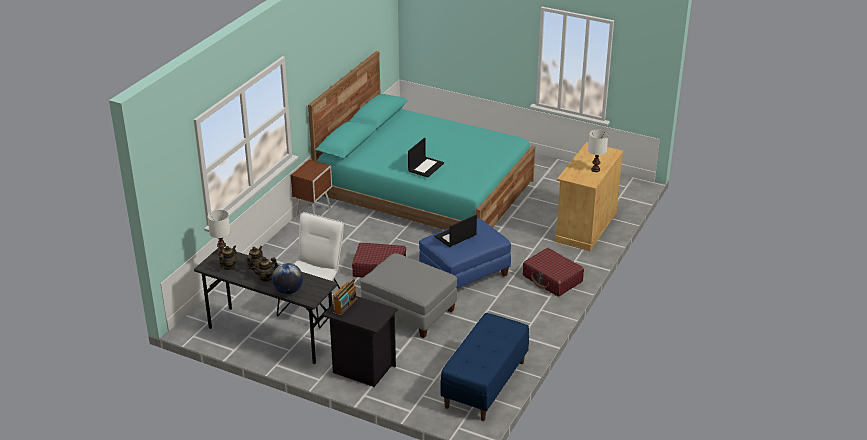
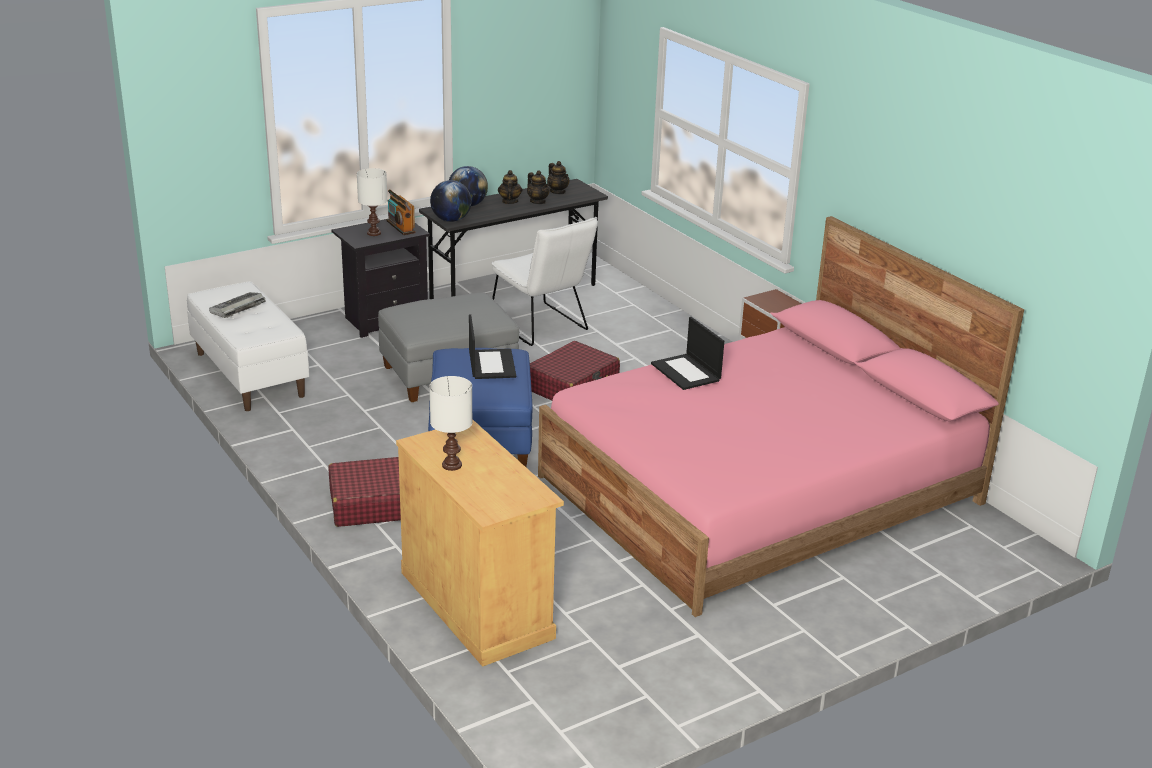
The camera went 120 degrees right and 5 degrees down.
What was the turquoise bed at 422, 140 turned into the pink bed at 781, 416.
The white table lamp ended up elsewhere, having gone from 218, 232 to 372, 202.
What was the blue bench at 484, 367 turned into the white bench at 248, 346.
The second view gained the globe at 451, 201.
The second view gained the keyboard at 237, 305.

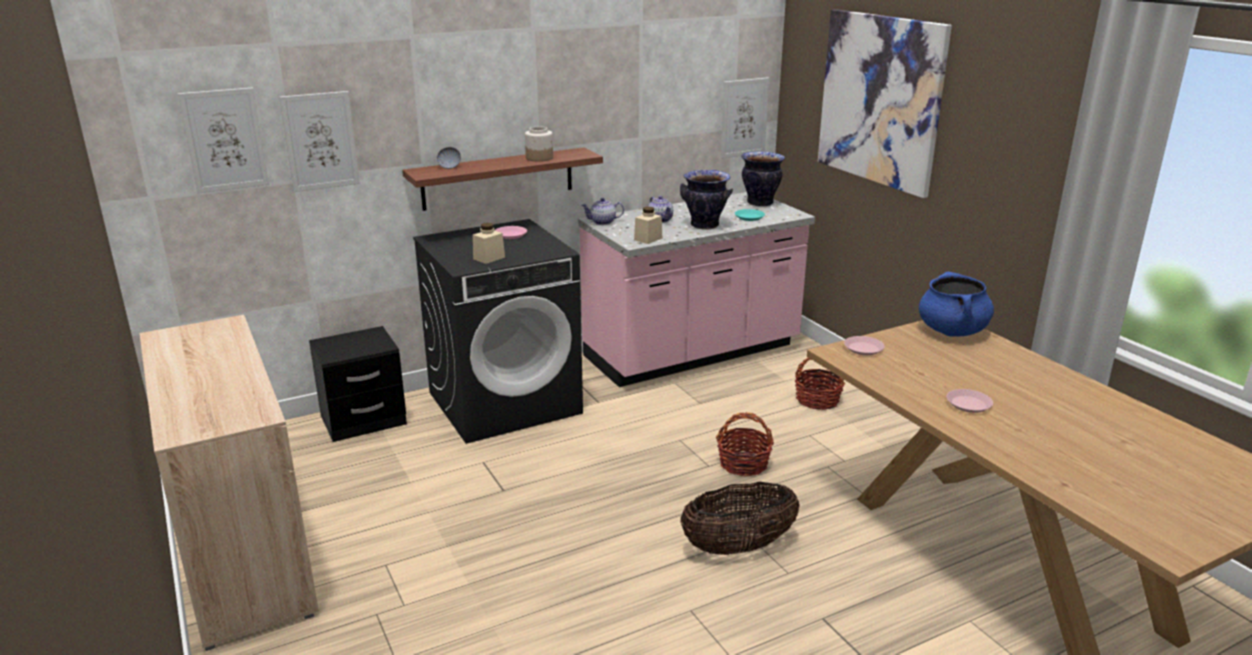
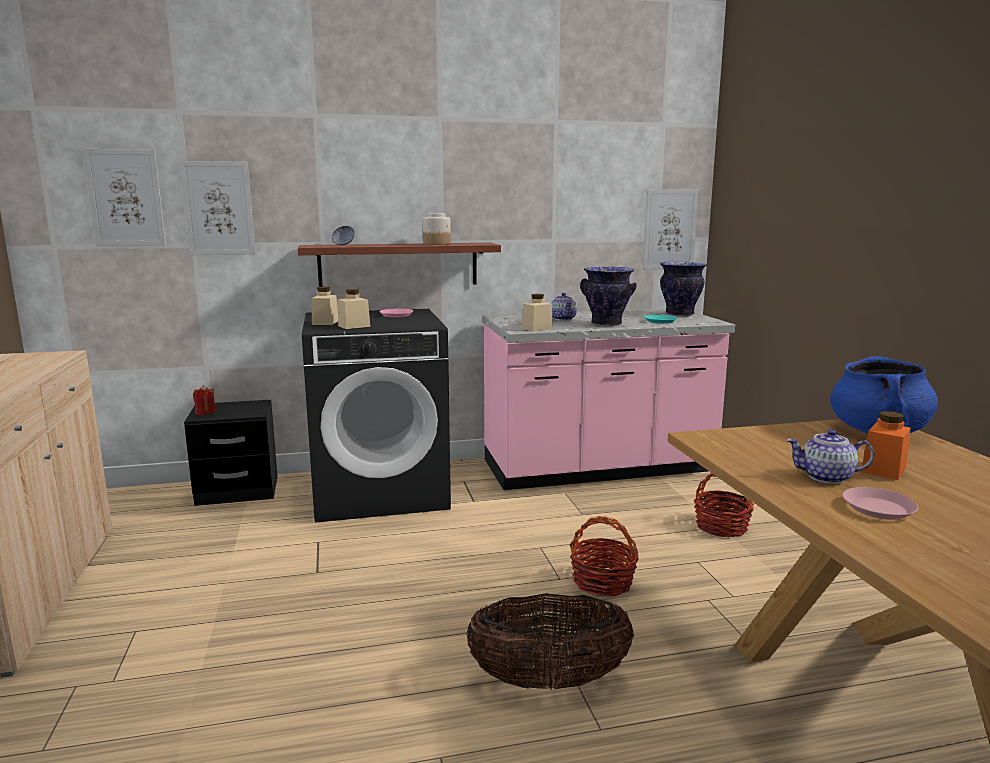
The camera went 15 degrees right and 10 degrees down.
The second view lost the picture at 885, 103.
The teapot ended up elsewhere, having gone from 602, 211 to 830, 456.
The second view lost the pink plate at 864, 345.
The second view gained the beige jar at 324, 306.
The second view gained the red candle at 204, 400.
The second view gained the orange jar at 886, 445.

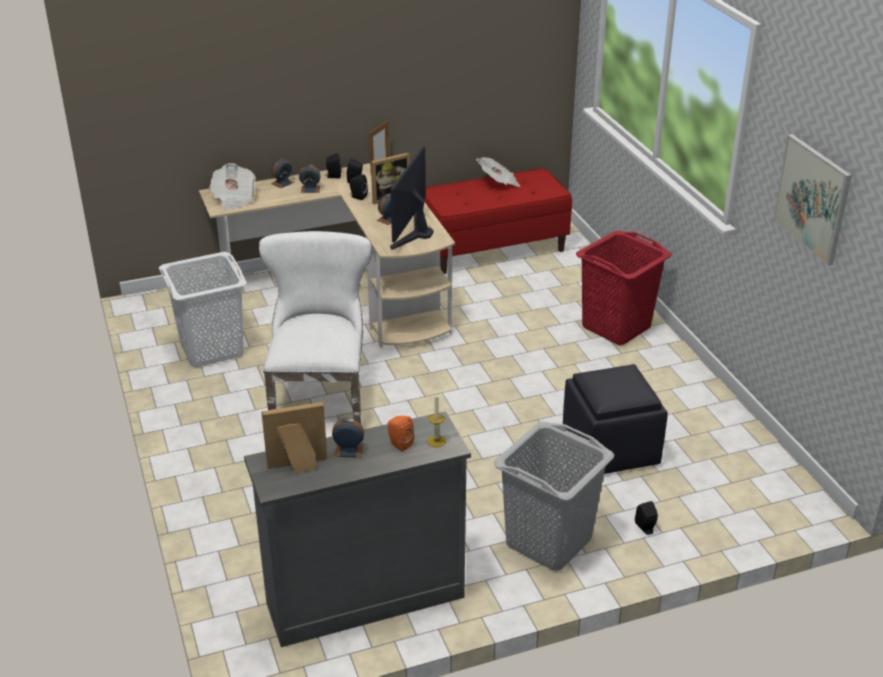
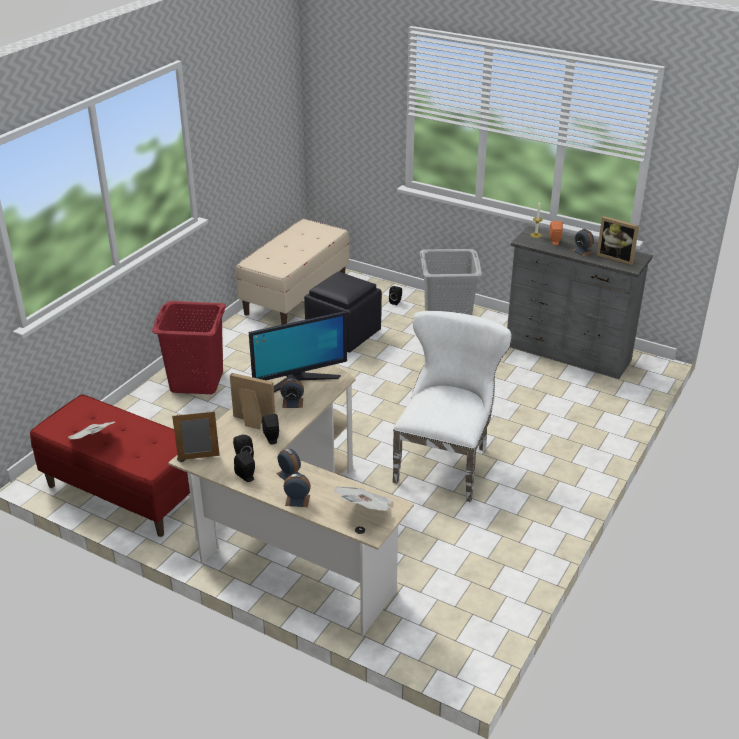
The camera went 130 degrees left and 0 degrees up.
The second view lost the picture at 812, 200.
The white chair at 315, 327 ended up facing another way, 150 degrees clockwise from before.
The second view lost the white laundry basket at 203, 309.
The second view gained the beige bench at 292, 272.

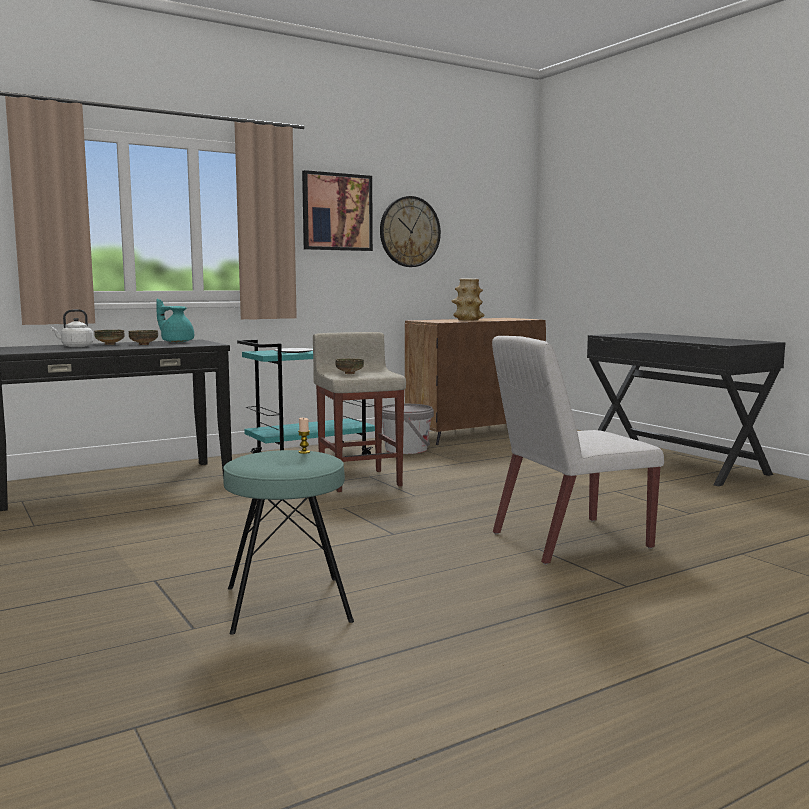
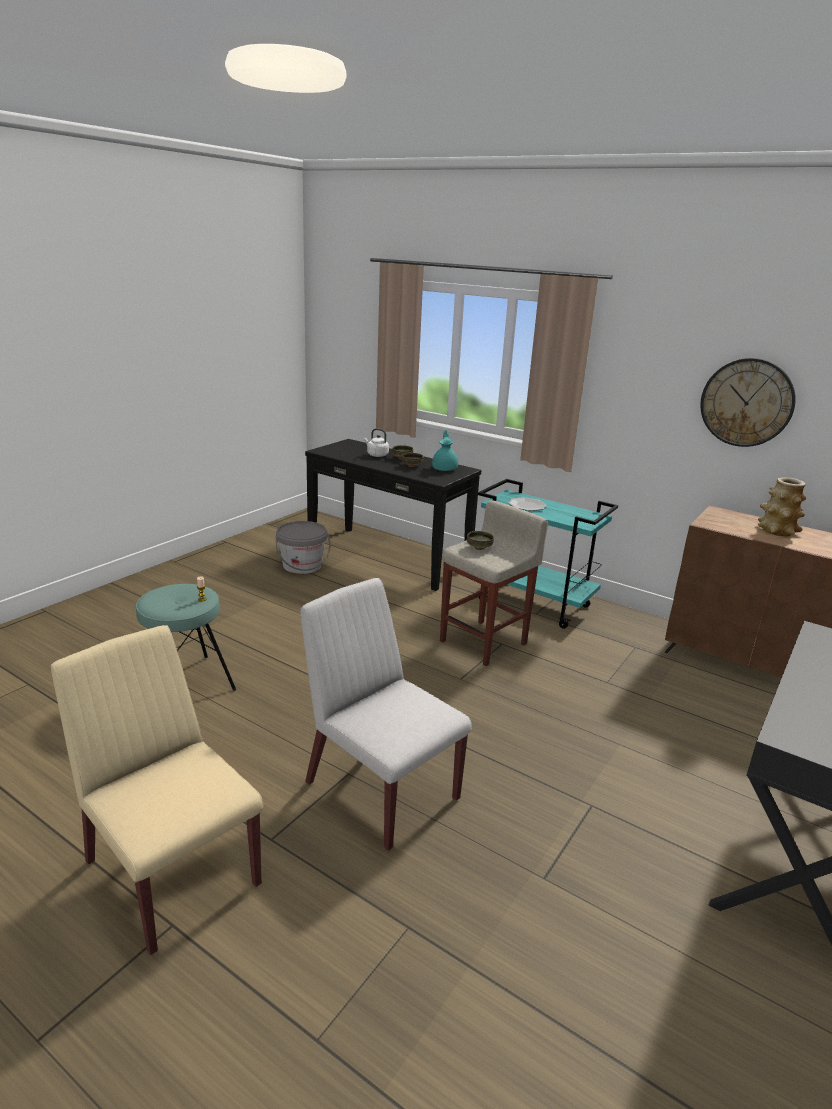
The camera went 65 degrees right and 15 degrees up.
The second view lost the picture at 337, 210.
The grey bucket ended up elsewhere, having gone from 408, 429 to 303, 547.
The second view gained the beige chair at 157, 790.

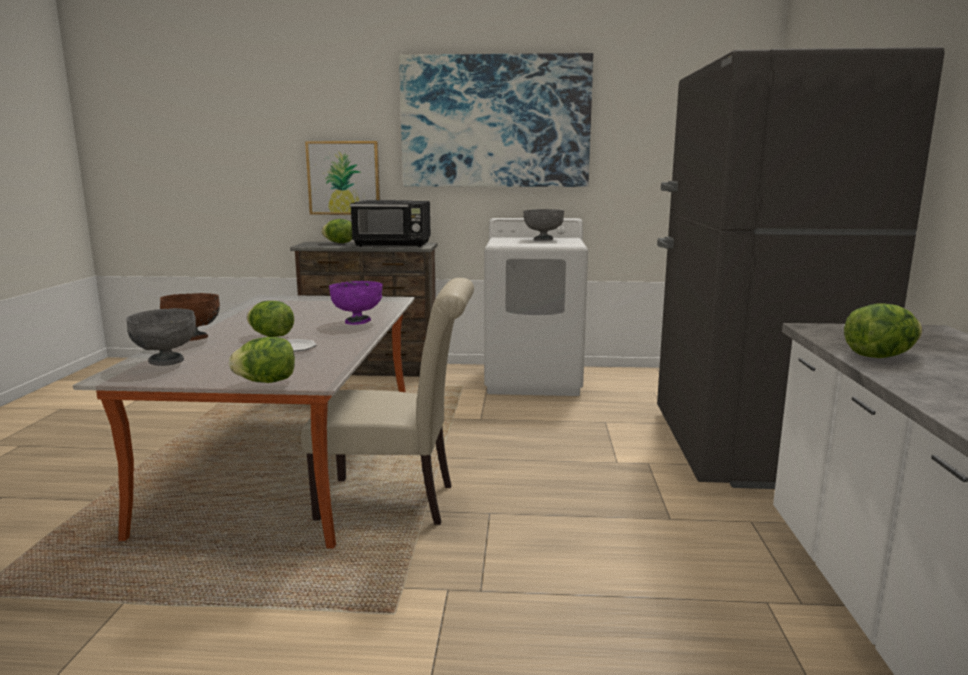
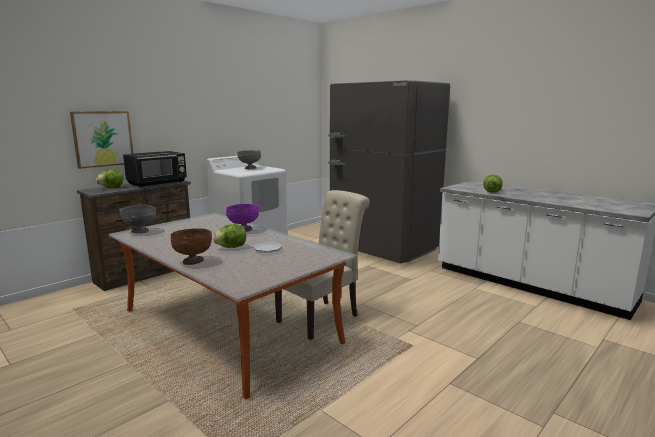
The camera went 50 degrees left and 0 degrees up.
The second view lost the picture at 496, 120.
The grey bowl ended up elsewhere, having gone from 161, 337 to 137, 219.
The second view lost the lettuce at 262, 360.

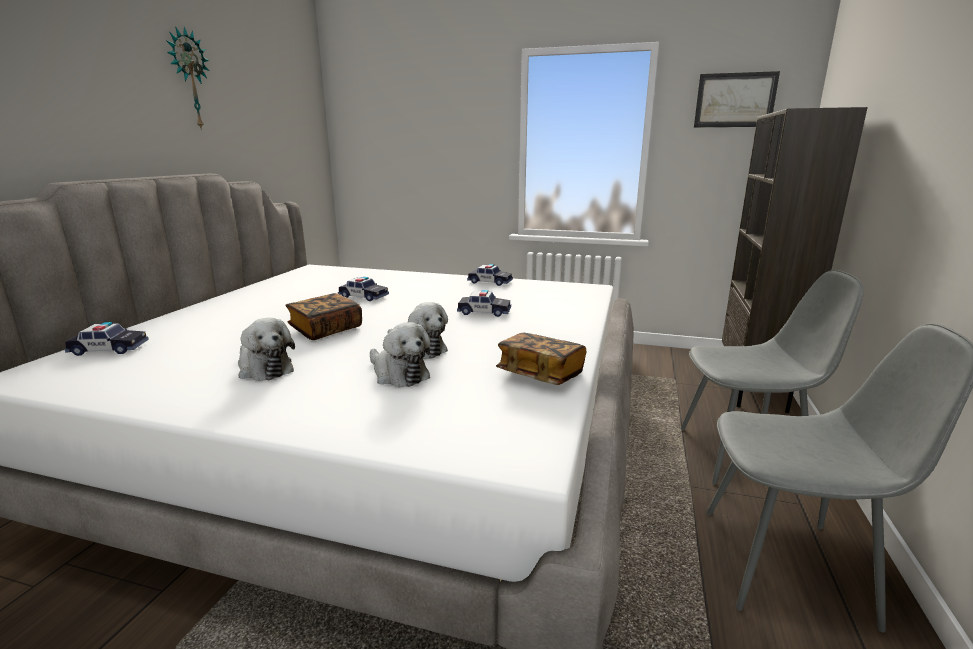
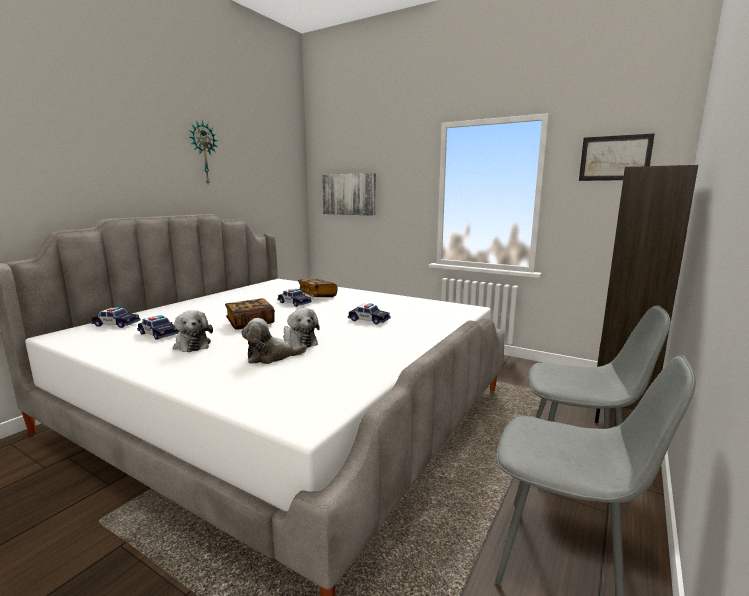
The camera went 15 degrees right and 5 degrees down.
The toy car ended up elsewhere, having gone from 490, 275 to 158, 327.
The plush toy at 400, 354 ended up facing another way, 105 degrees clockwise from before.
The book ended up elsewhere, having gone from 541, 359 to 318, 288.
The second view gained the picture at 349, 194.

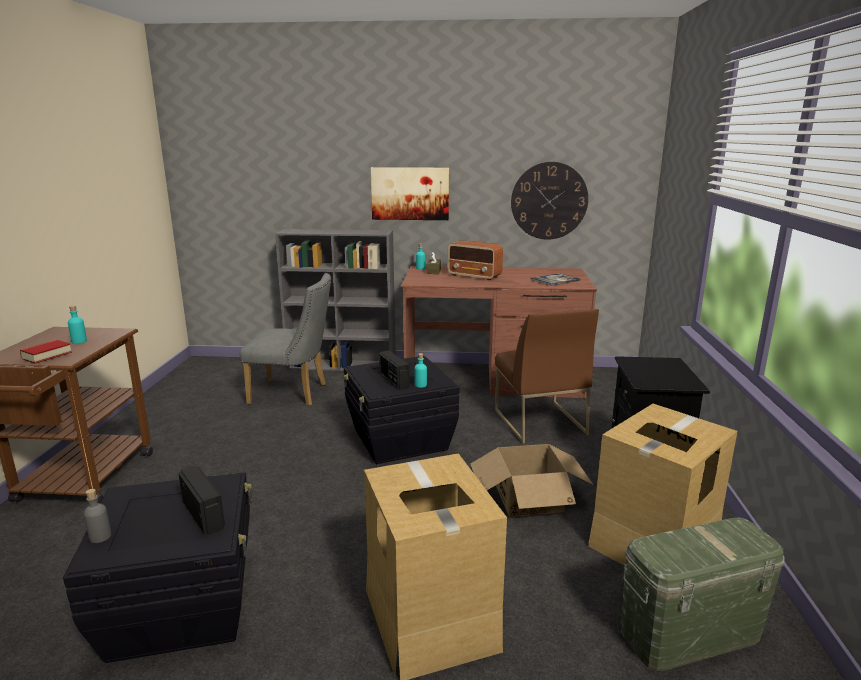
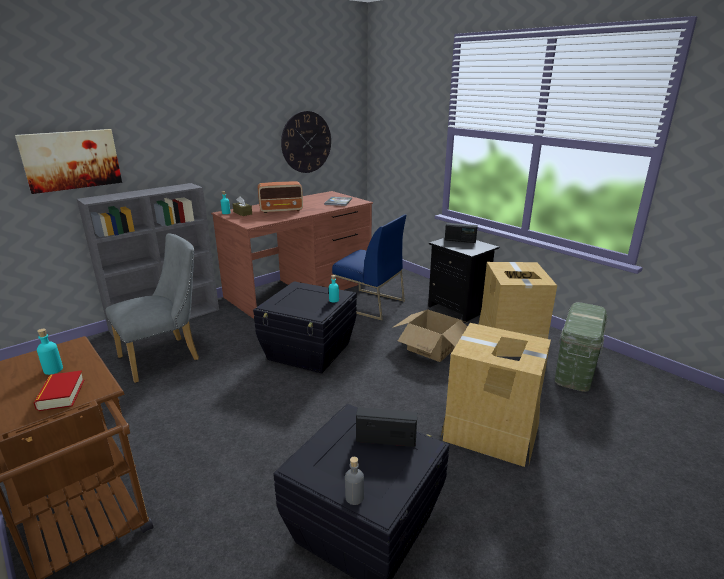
The camera went 45 degrees left and 5 degrees up.
The picture ended up elsewhere, having gone from 410, 193 to 68, 161.
What was the brown chair at 547, 376 turned into the blue chair at 369, 267.
The radio ended up elsewhere, having gone from 394, 370 to 461, 233.

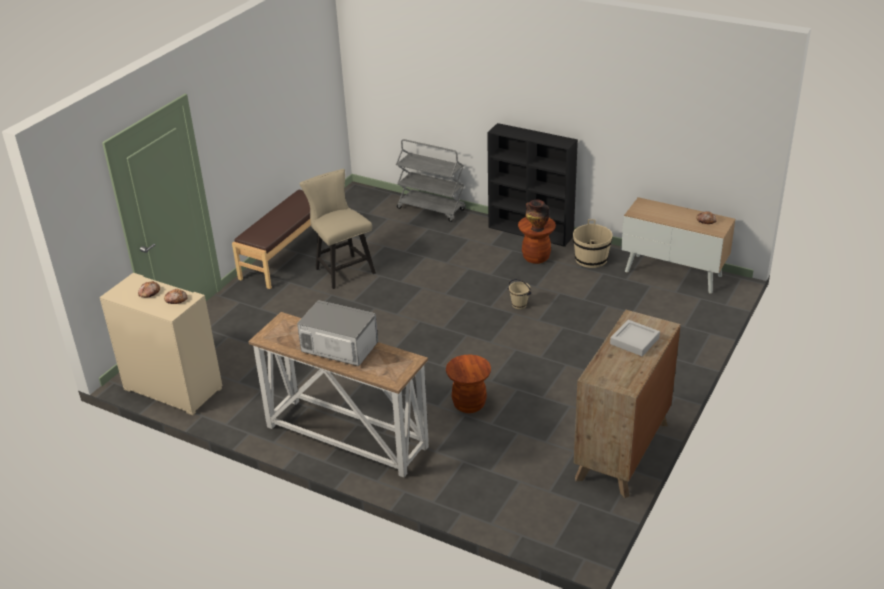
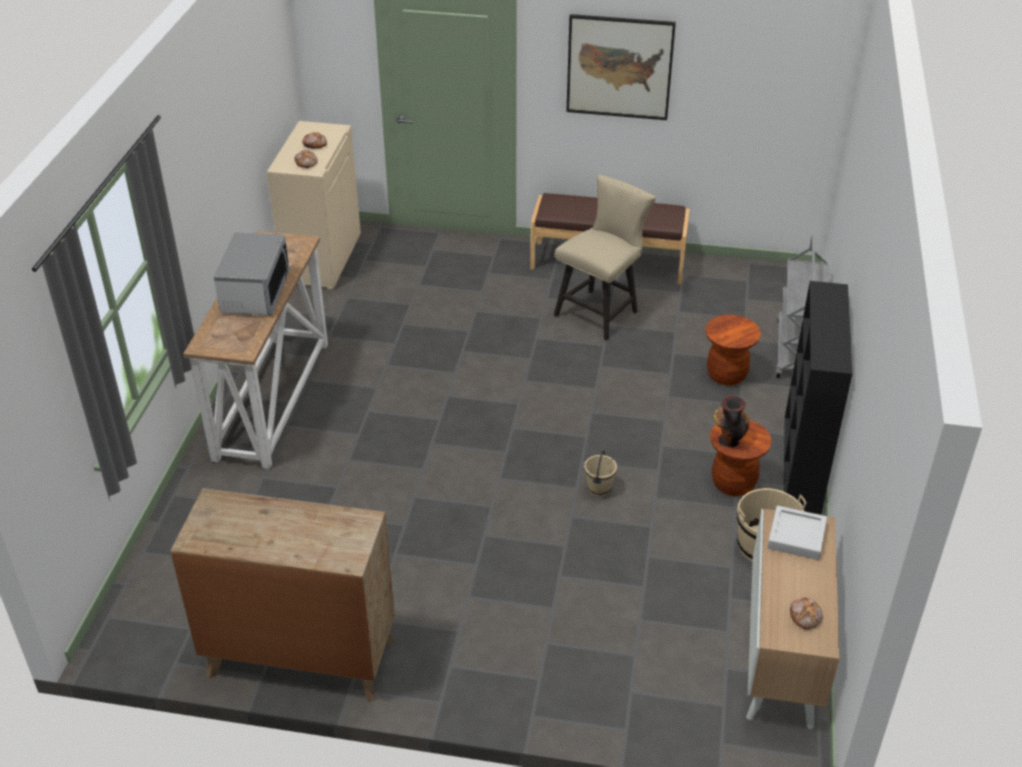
The camera went 70 degrees right and 5 degrees up.
The grey tray ended up elsewhere, having gone from 635, 338 to 797, 533.
The brown stool ended up elsewhere, having gone from 468, 383 to 733, 350.
The second view gained the picture at 621, 67.

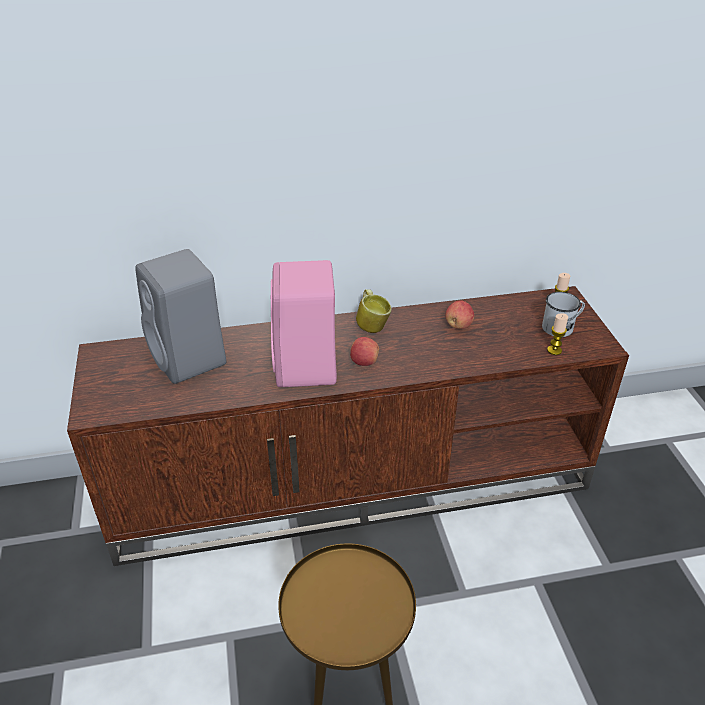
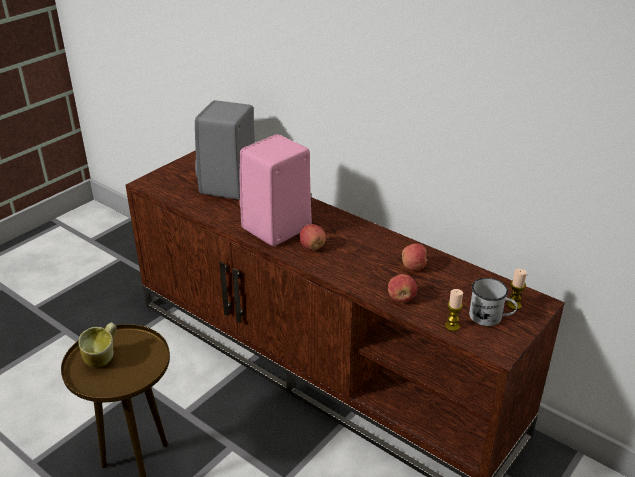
The camera went 50 degrees right and 5 degrees down.
The mug ended up elsewhere, having gone from 374, 311 to 97, 344.
The second view gained the apple at 402, 288.

